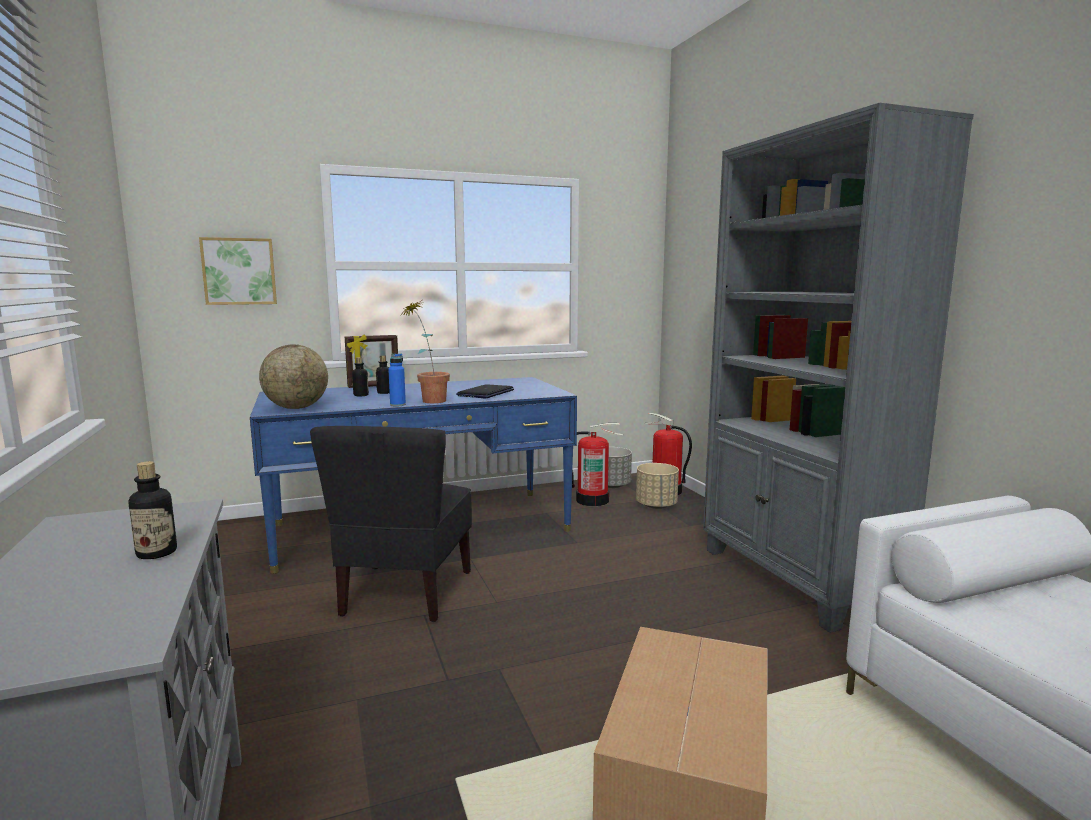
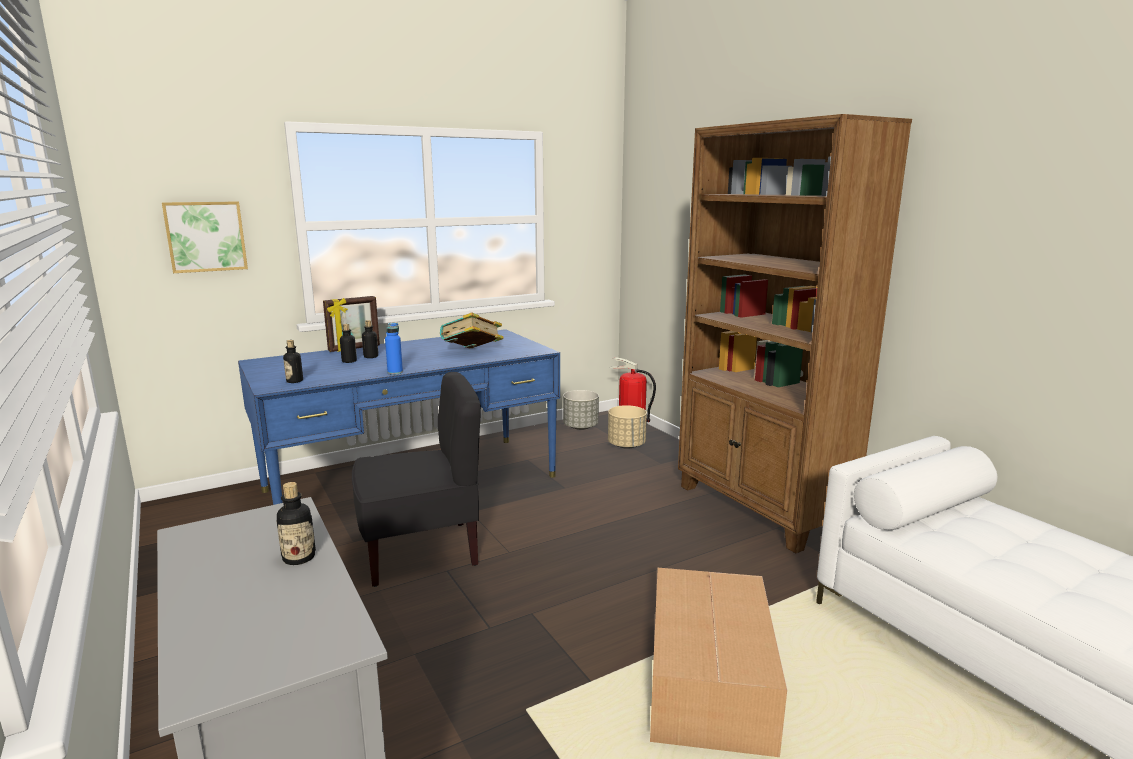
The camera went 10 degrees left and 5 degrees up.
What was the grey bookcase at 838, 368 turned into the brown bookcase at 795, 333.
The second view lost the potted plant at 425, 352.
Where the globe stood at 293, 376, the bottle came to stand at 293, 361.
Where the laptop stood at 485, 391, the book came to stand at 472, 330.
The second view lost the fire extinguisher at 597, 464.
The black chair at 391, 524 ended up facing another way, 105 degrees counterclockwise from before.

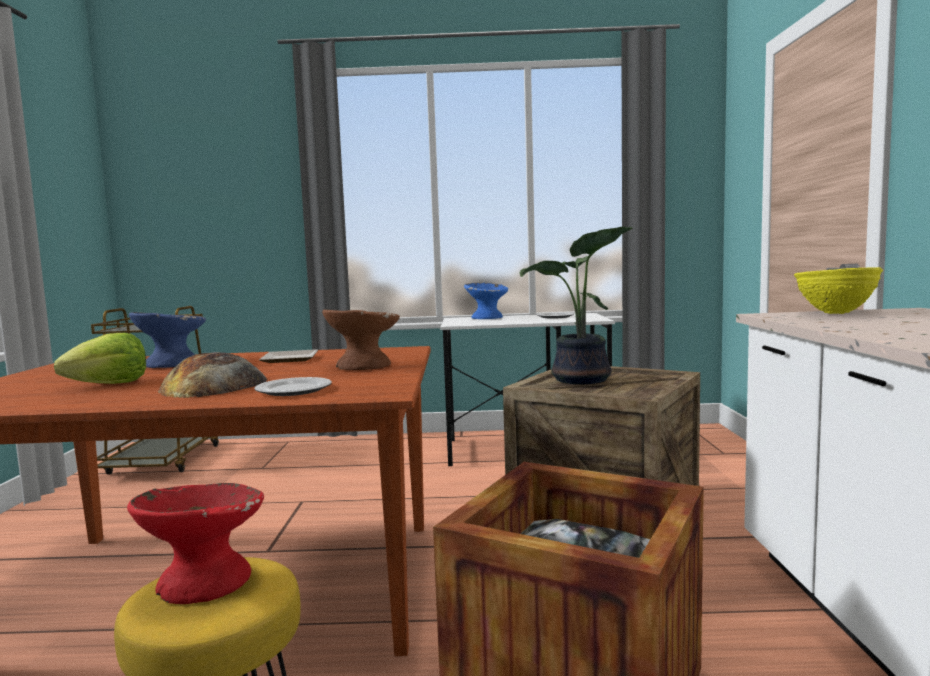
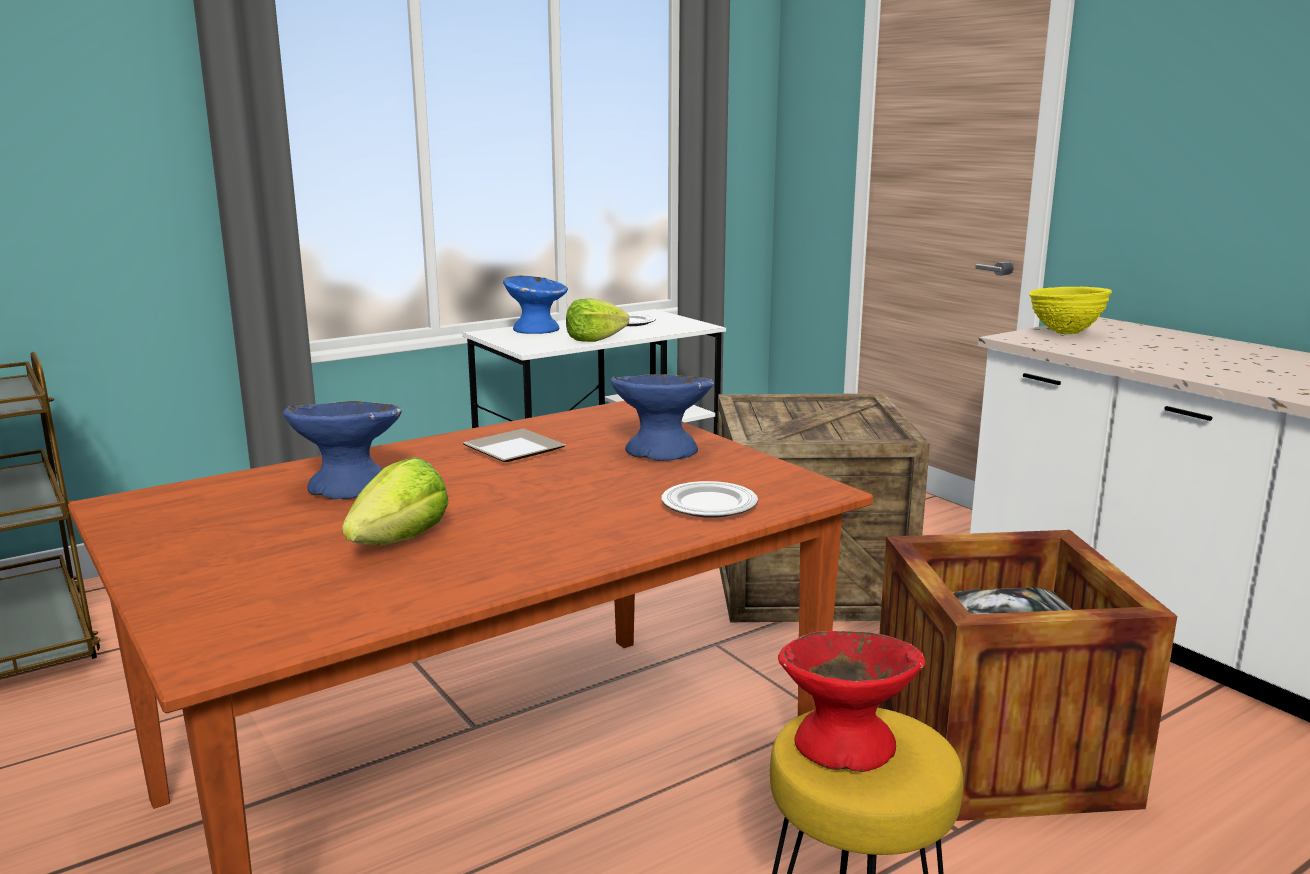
The camera went 35 degrees left and 10 degrees up.
The second view lost the potted plant at 576, 305.
What was the brown bowl at 361, 339 turned into the blue bowl at 662, 417.
The second view lost the bread at 212, 375.
The second view gained the lettuce at 597, 320.

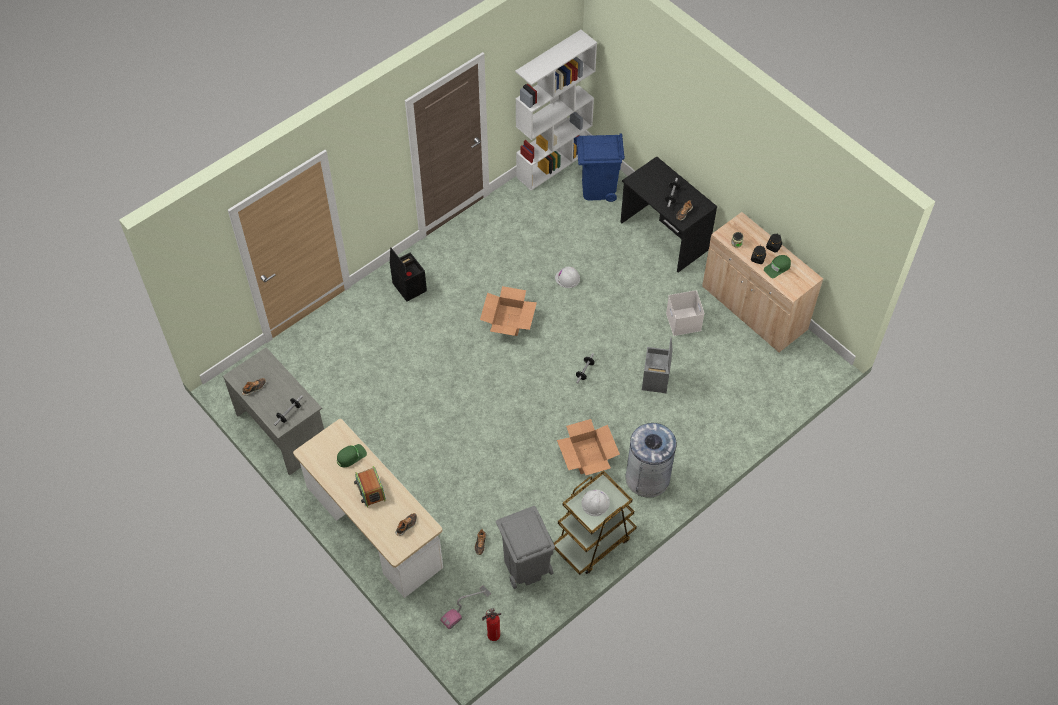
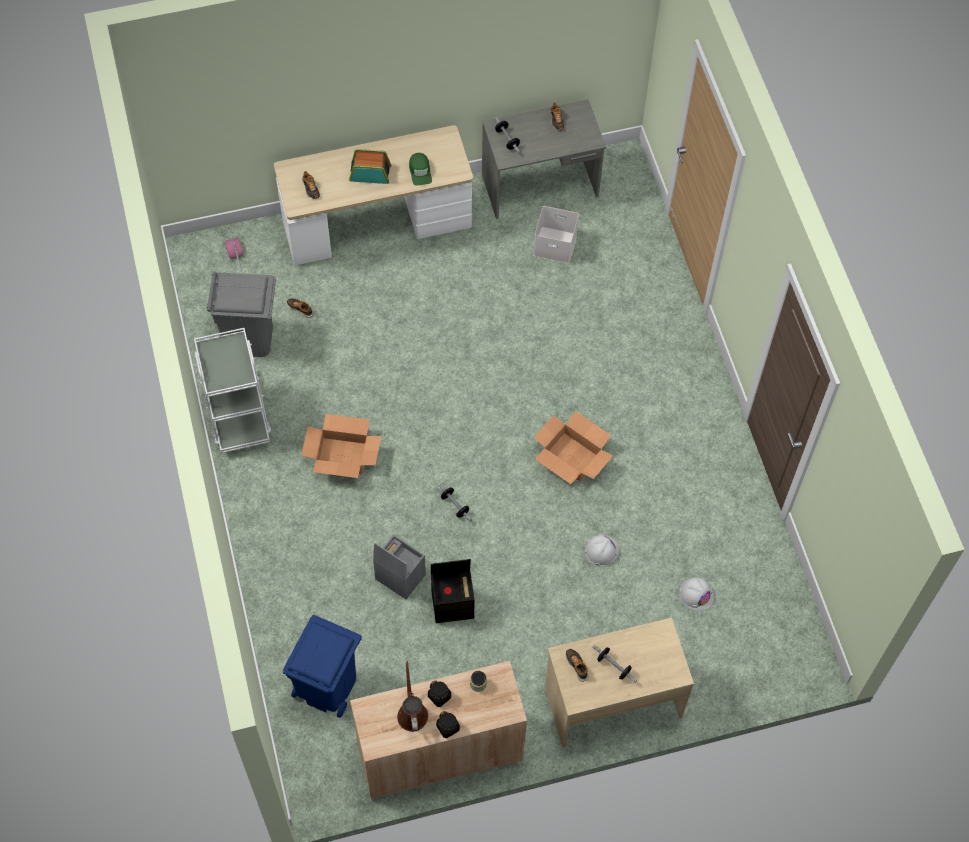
The camera went 115 degrees right and 5 degrees up.
The second view lost the white bookcase at 556, 110.
The blue trash can ended up elsewhere, having gone from 601, 167 to 322, 666.
What was the black desk at 668, 214 turned into the beige desk at 619, 683.
The black storage box ended up elsewhere, having gone from 408, 274 to 453, 591.
Where the green cap stood at 777, 266, the brown watering can came to stand at 412, 696.
The white storage box ended up elsewhere, having gone from 685, 313 to 556, 234.
The second view lost the grey trash can at 651, 460.
What was the brown cart at 595, 523 turned into the white cart at 232, 390.
The white hard hat ended up elsewhere, having gone from 596, 503 to 696, 594.
The second view lost the fire extinguisher at 491, 624.

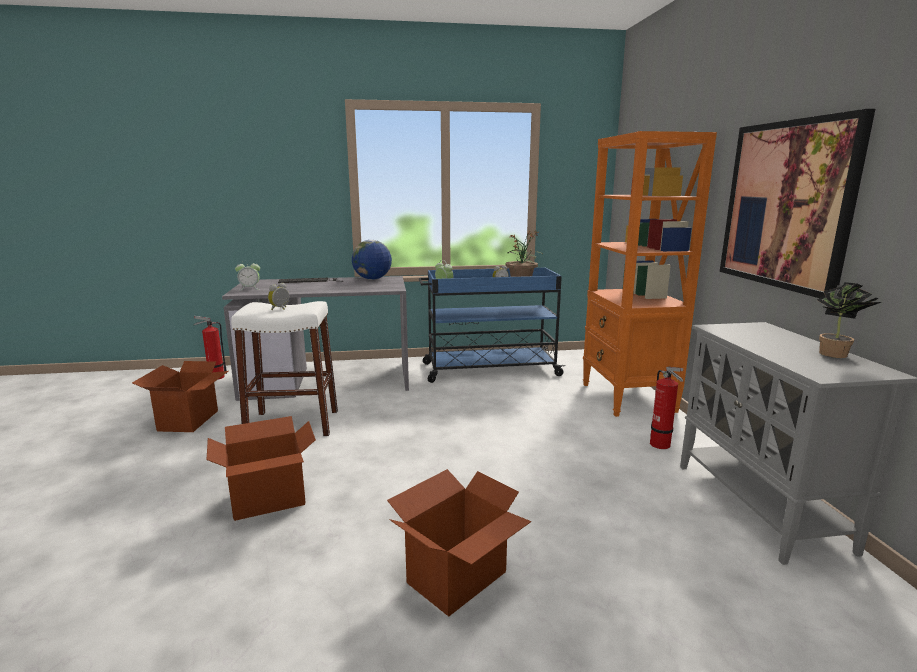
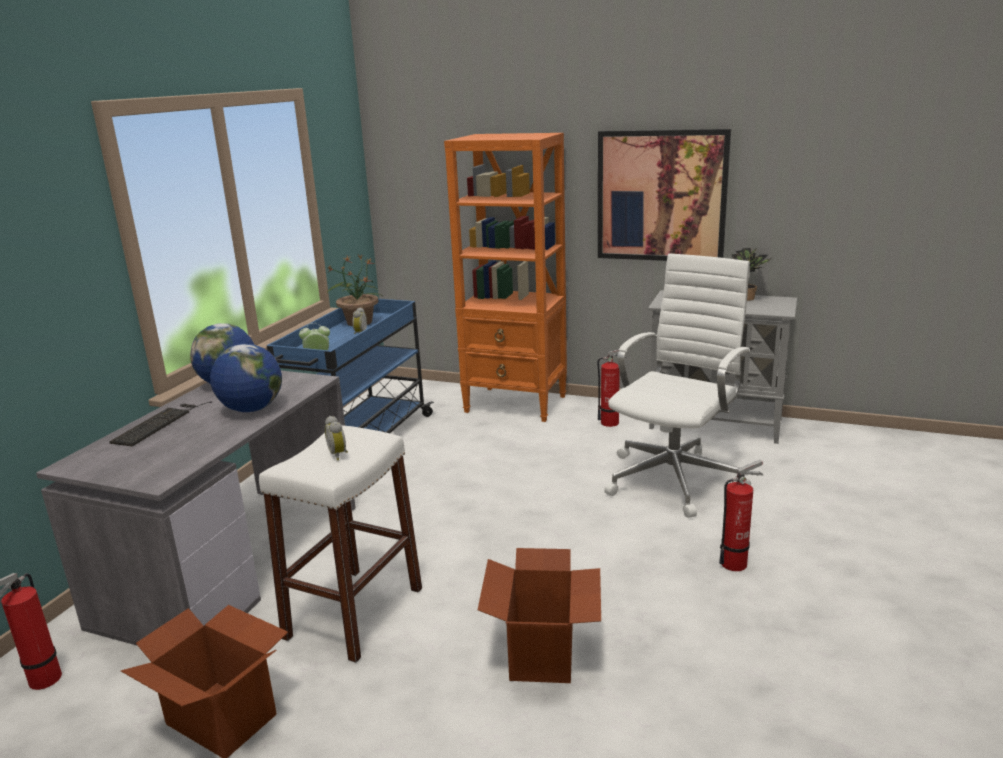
The camera went 60 degrees left and 5 degrees up.
The second view lost the alarm clock at 247, 275.
Where the cardboard box stood at 459, 543, the fire extinguisher came to stand at 741, 515.
The second view gained the white office chair at 677, 385.
The second view gained the globe at 246, 378.

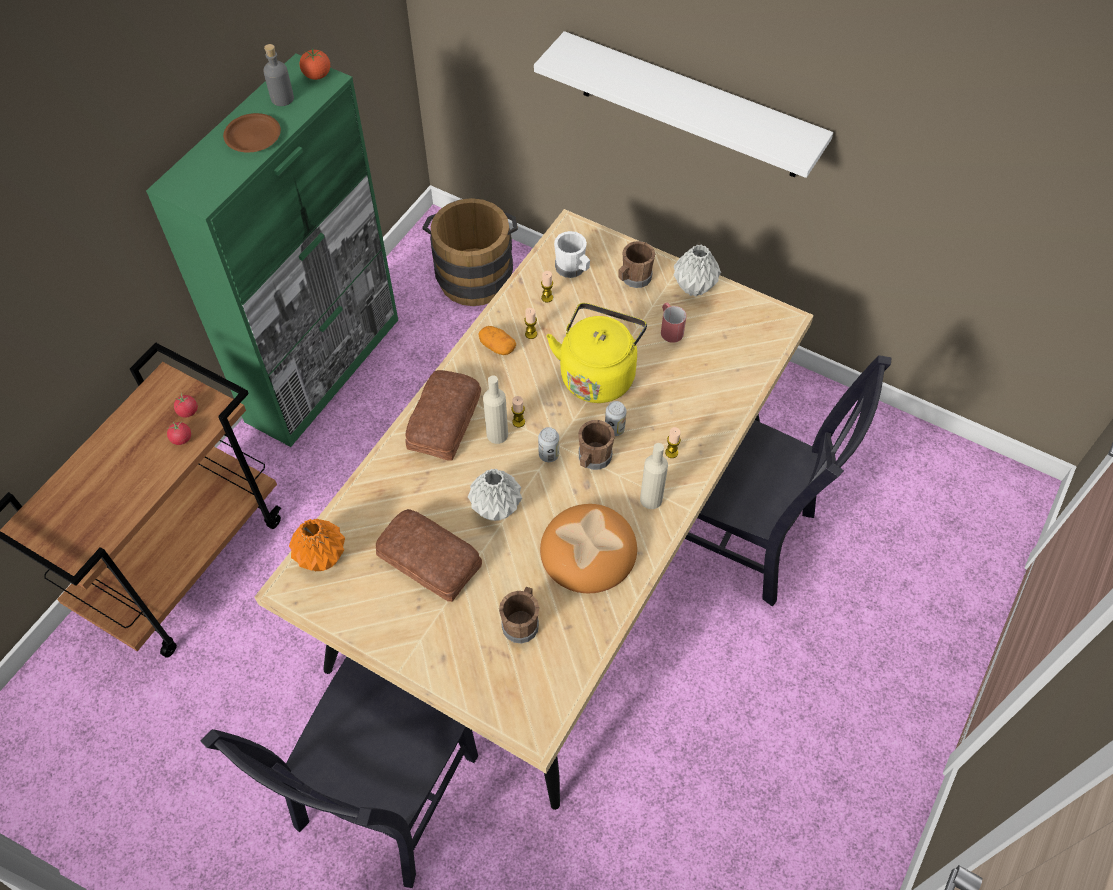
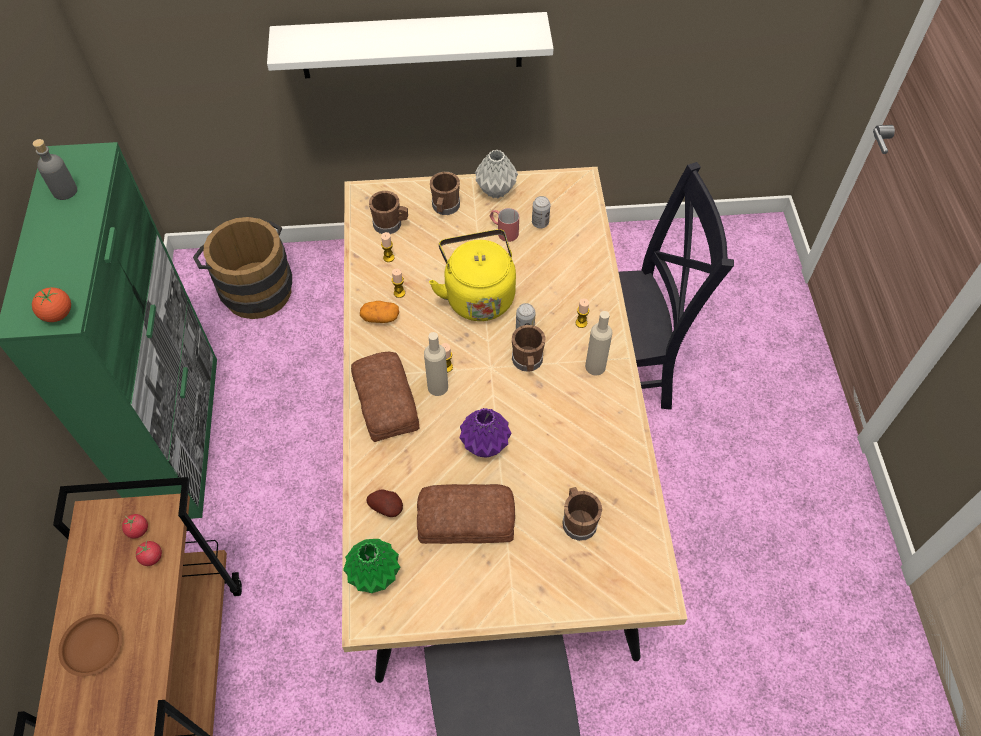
The camera went 35 degrees left and 0 degrees up.
The tomato ended up elsewhere, having gone from 314, 64 to 51, 304.
The brown plate ended up elsewhere, having gone from 252, 132 to 90, 645.
What was the white mug at 572, 254 turned into the brown mug at 388, 212.
The can ended up elsewhere, having gone from 548, 444 to 541, 212.
What was the grey vase at 495, 495 turned into the purple vase at 485, 432.
The second view lost the bread at 588, 548.
What was the orange vase at 317, 545 turned into the green vase at 371, 566.
The second view gained the potato at 384, 503.

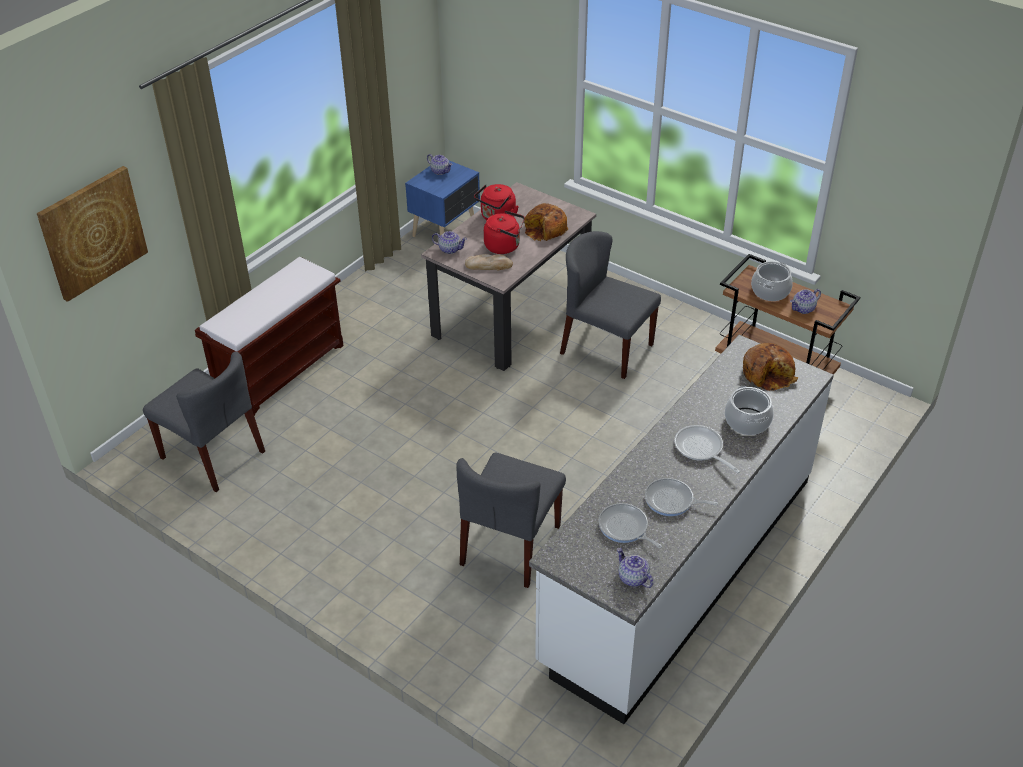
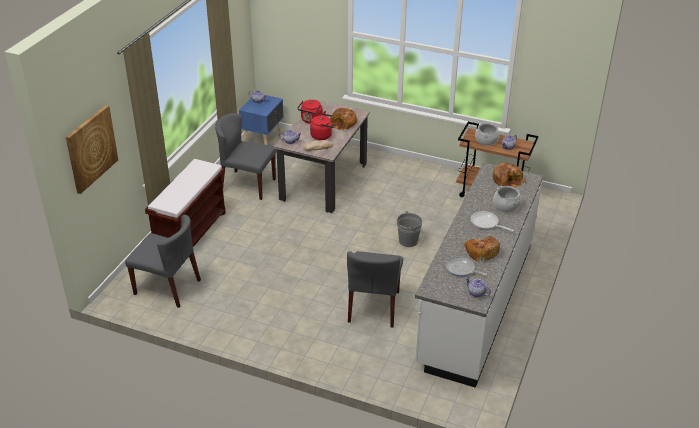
The camera went 15 degrees left and 5 degrees down.
The grey chair ended up elsewhere, having gone from 610, 305 to 245, 156.
Where the frying pan stood at 681, 497, the bread came to stand at 482, 249.
The second view gained the grey bucket at 409, 229.

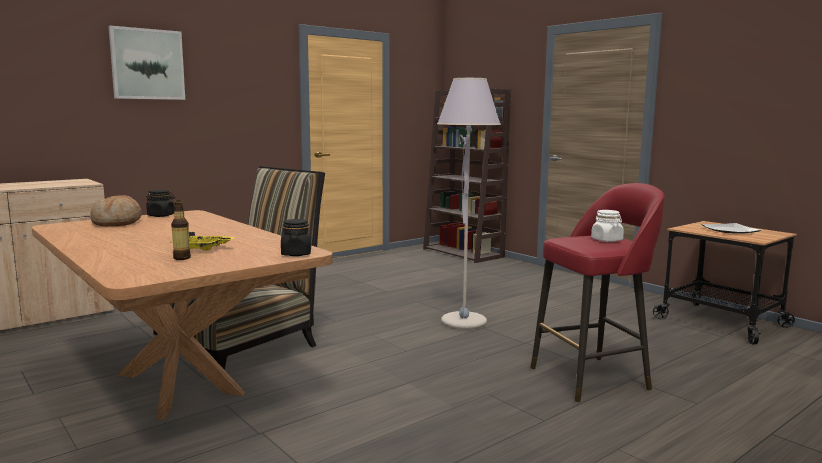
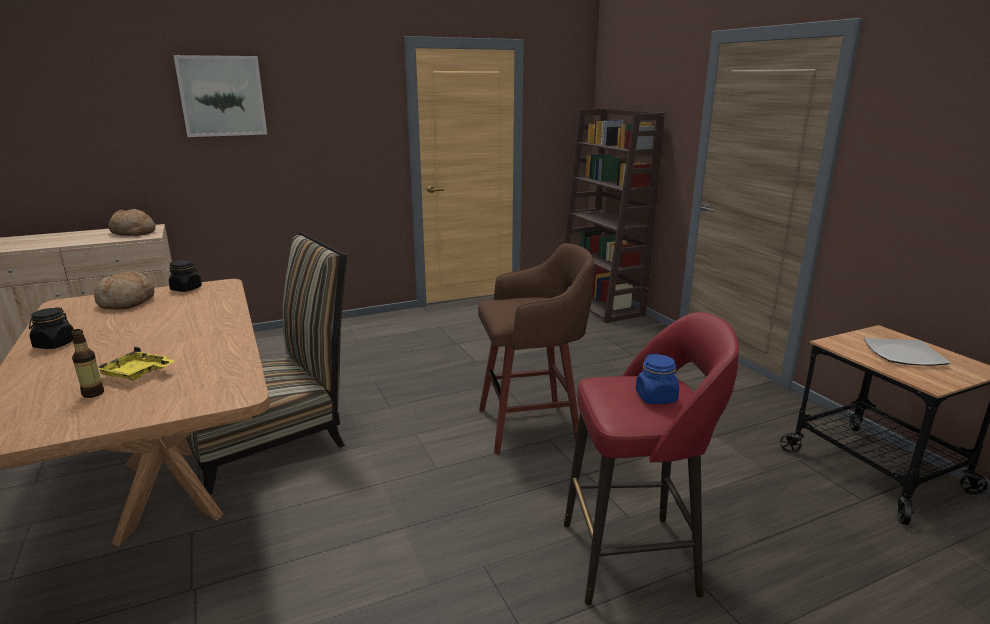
The camera went 15 degrees right and 10 degrees up.
Where the grey floor lamp stood at 469, 203, the brown stool came to stand at 536, 348.
What was the white jar at 607, 226 turned into the blue jar at 657, 379.
The black jar ended up elsewhere, having gone from 296, 237 to 51, 328.
The second view gained the bread at 132, 222.

